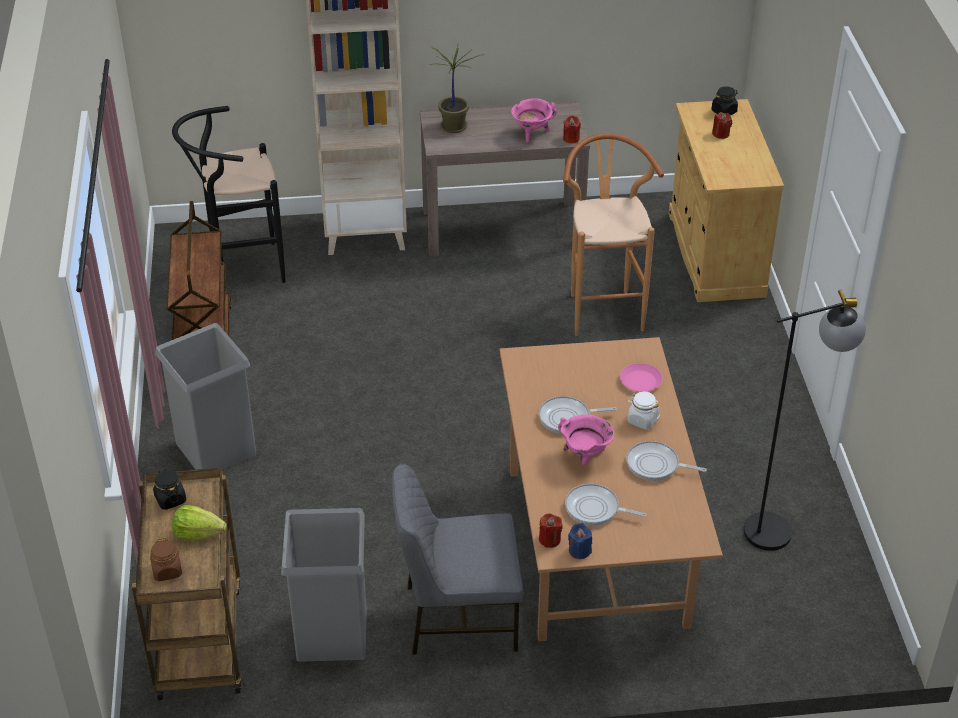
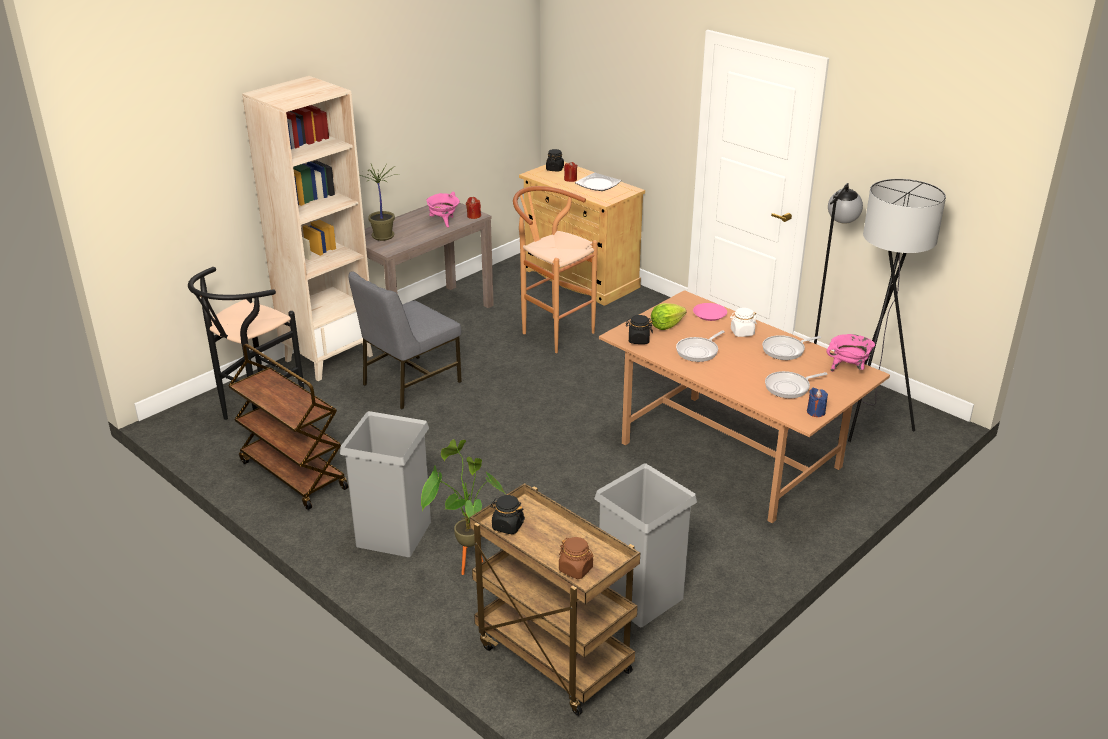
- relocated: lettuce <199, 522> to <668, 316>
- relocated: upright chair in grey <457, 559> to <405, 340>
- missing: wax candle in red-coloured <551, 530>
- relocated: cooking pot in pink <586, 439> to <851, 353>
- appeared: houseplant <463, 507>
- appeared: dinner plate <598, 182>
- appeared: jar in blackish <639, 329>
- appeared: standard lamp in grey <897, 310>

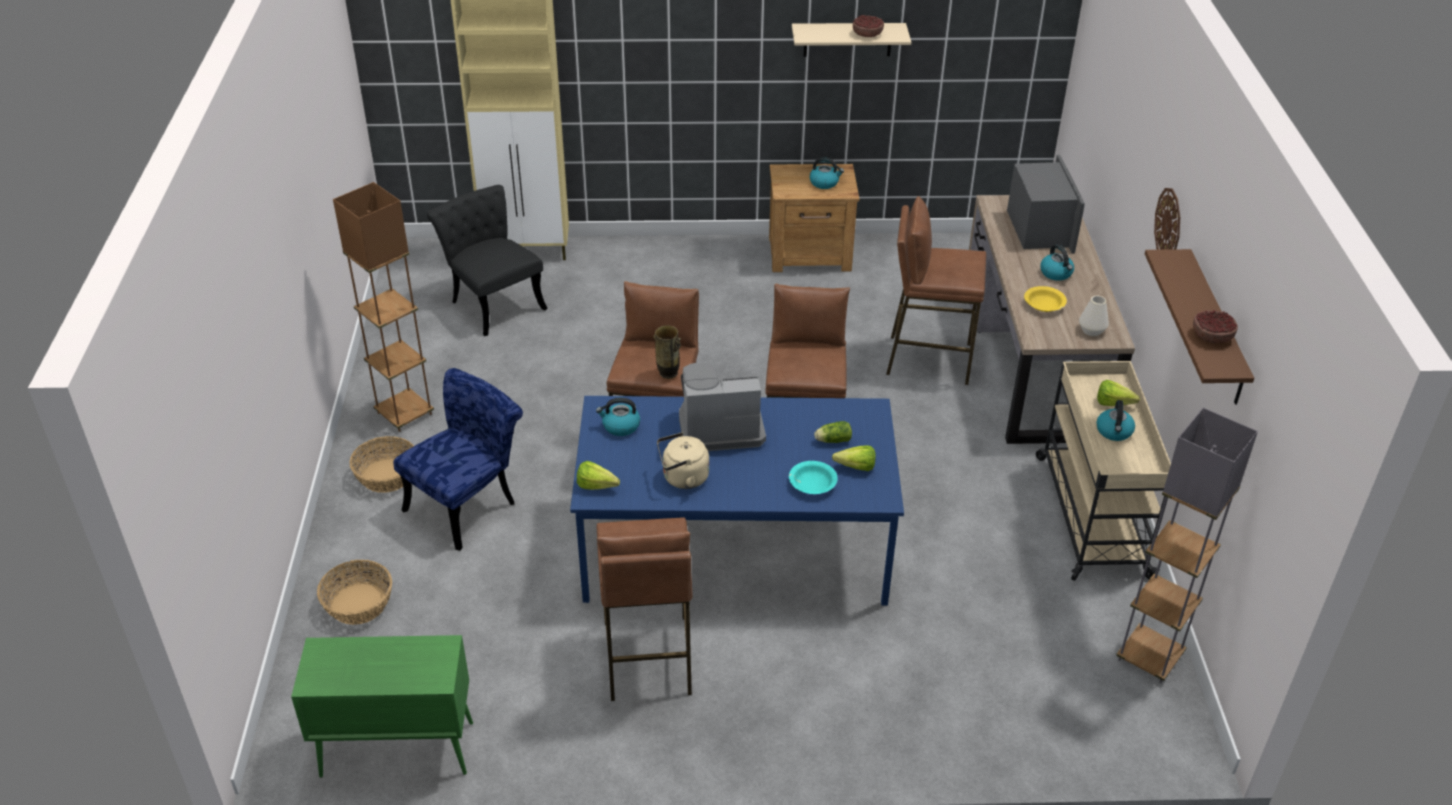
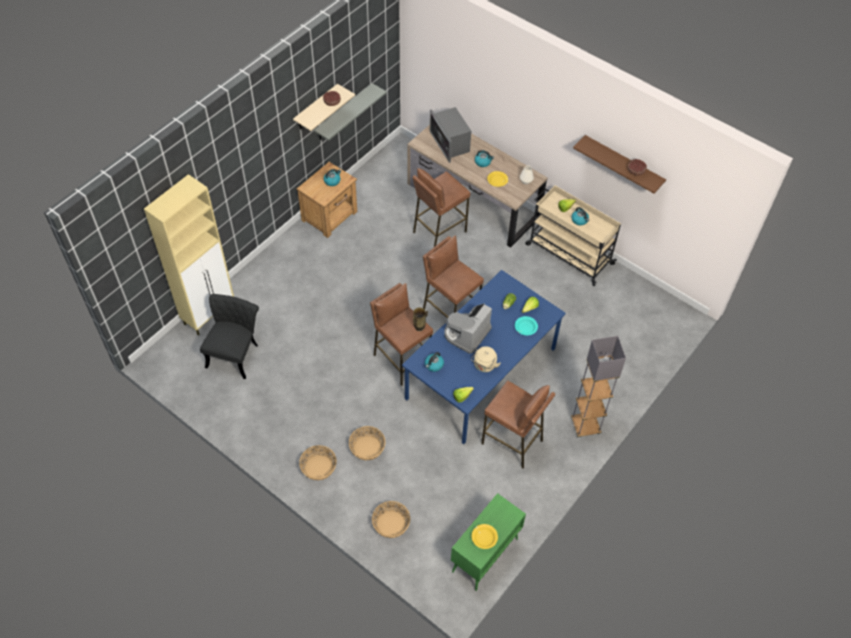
- missing: standard lamp in brownish <383, 307>
- exchanged: upright chair in blue-coloured <458, 459> to household basket <367, 443>
- spun: upright chair in blackish <487, 260> = <229, 336> 105 degrees clockwise
- spun: microwave oven <1046, 204> = <450, 135> 150 degrees counterclockwise
- relocated: standard lamp in grey <1187, 545> to <598, 387>
- missing: clock on the wall <1167, 219>
- appeared: shelf in grey <350, 112>
- appeared: bowl in yellowish <485, 536>

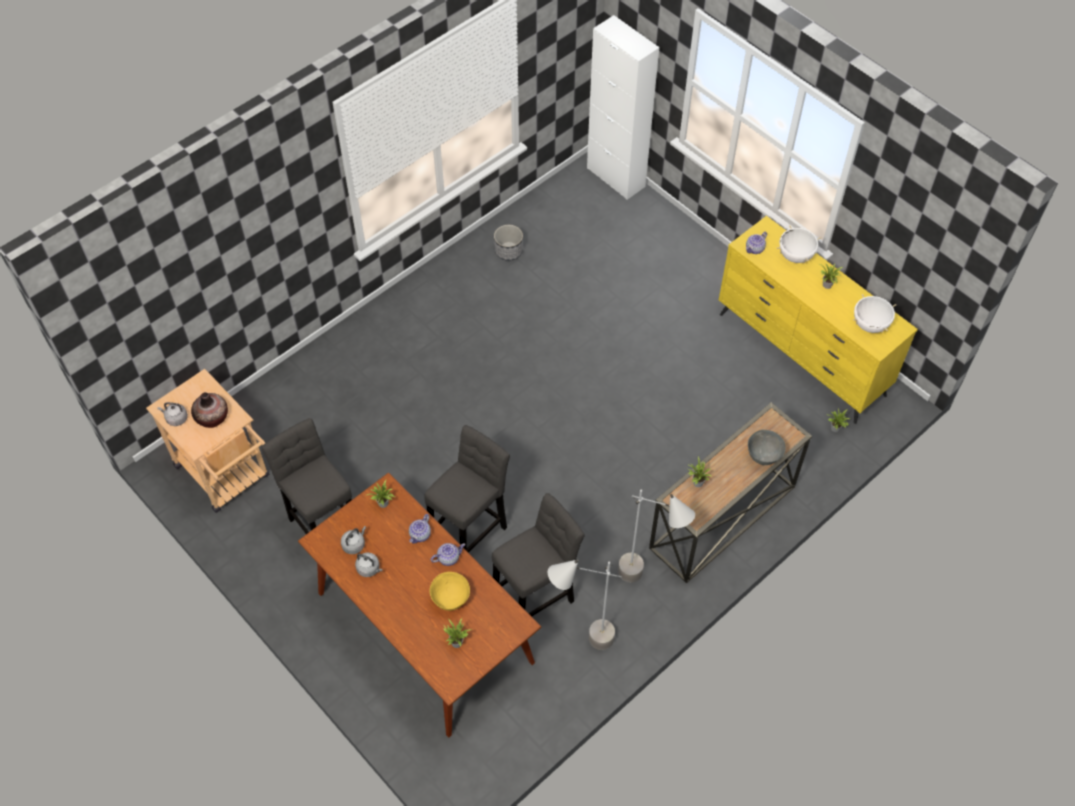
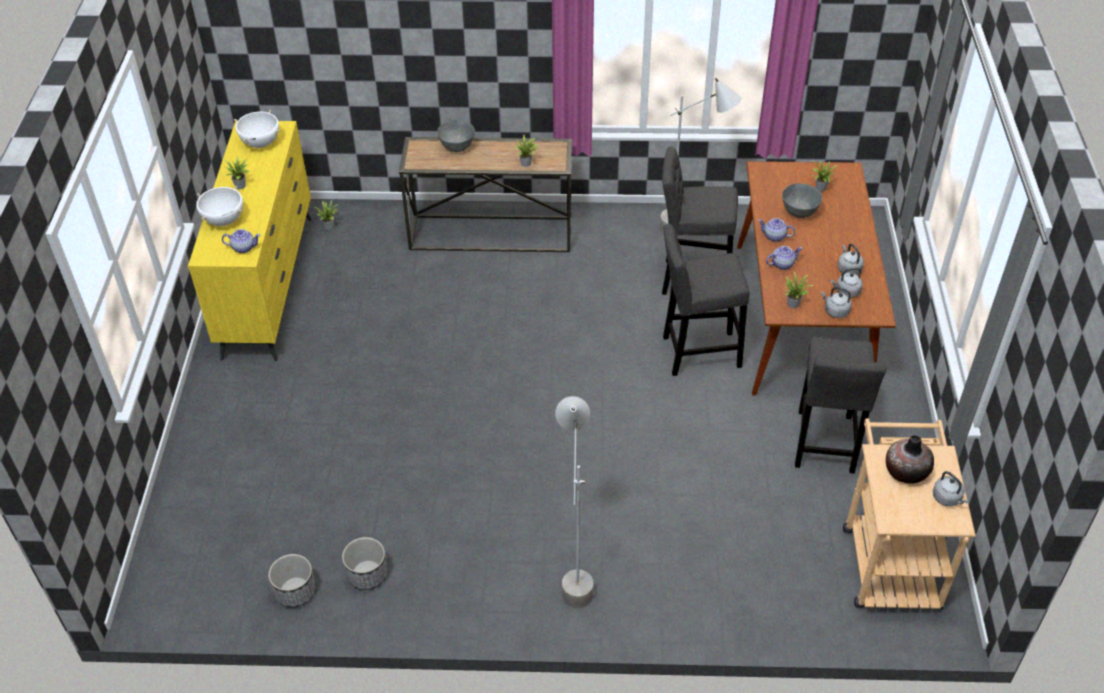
- colour: bowl in yellowish <450, 591> to bowl in grey <802, 200>
- missing: storage cabinet in white-coloured <623, 107>
- relocated: standard lamp in grey <656, 536> to <574, 502>
- appeared: plant pot <292, 581>
- appeared: tea kettle in grey <836, 302>

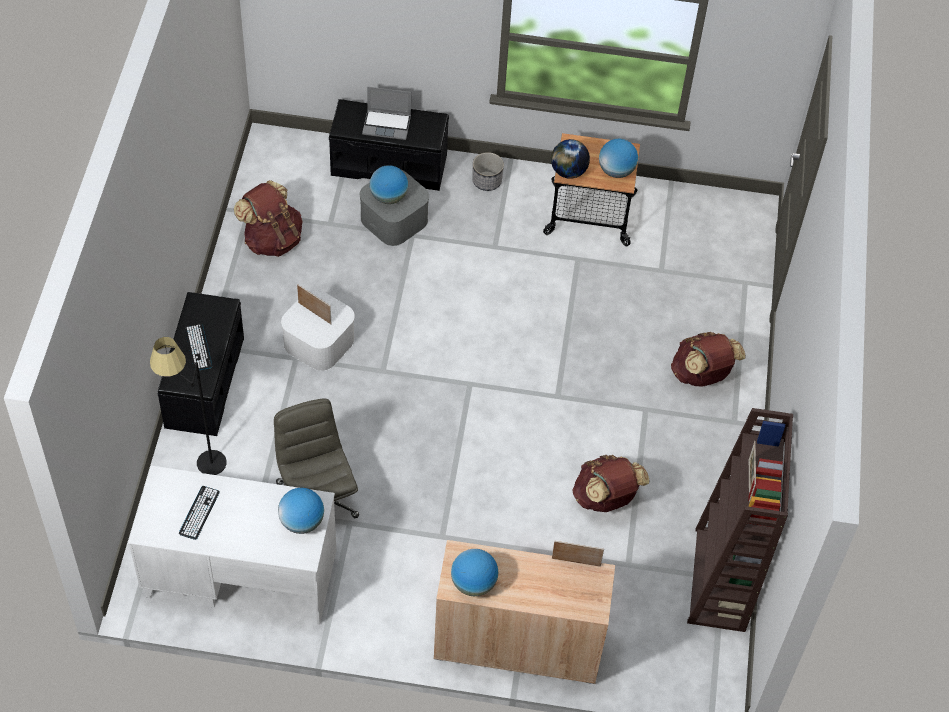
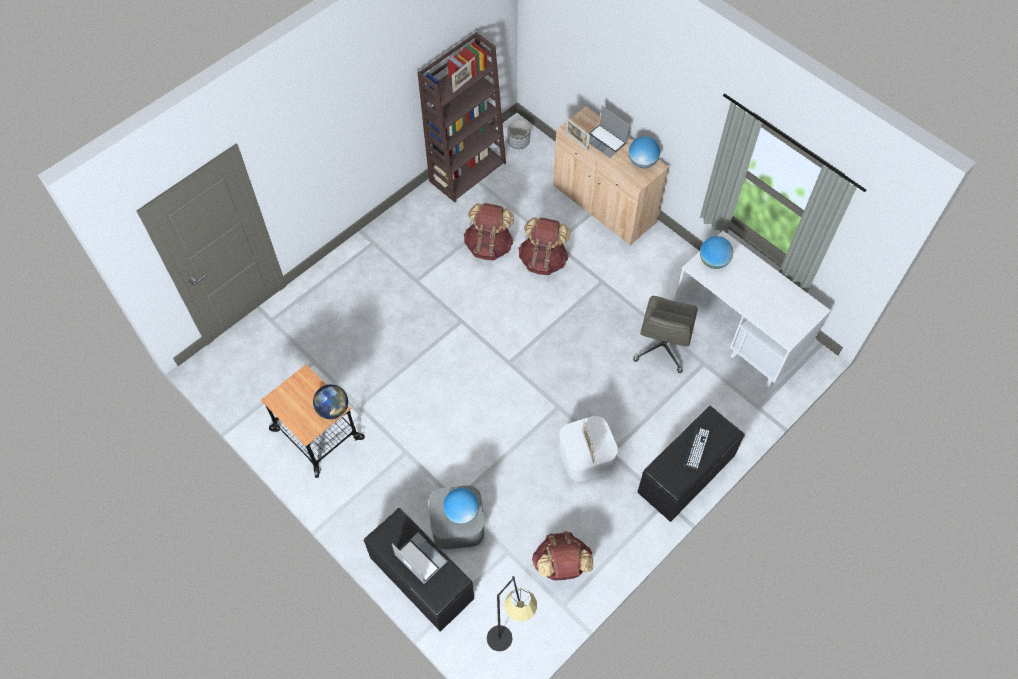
- relocated: standard lamp in blackish <188, 406> to <512, 613>
- missing: keyboard <199, 513>
- relocated: plant pot <488, 171> to <519, 134>
- missing: globe <618, 158>
- relocated: backpack in brownish <708, 359> to <544, 246>
- appeared: laptop <609, 132>

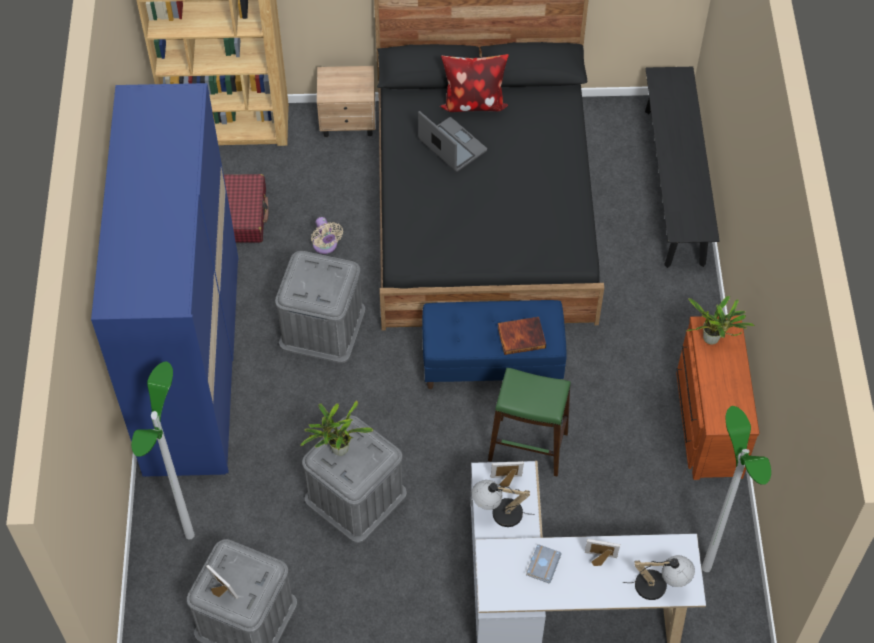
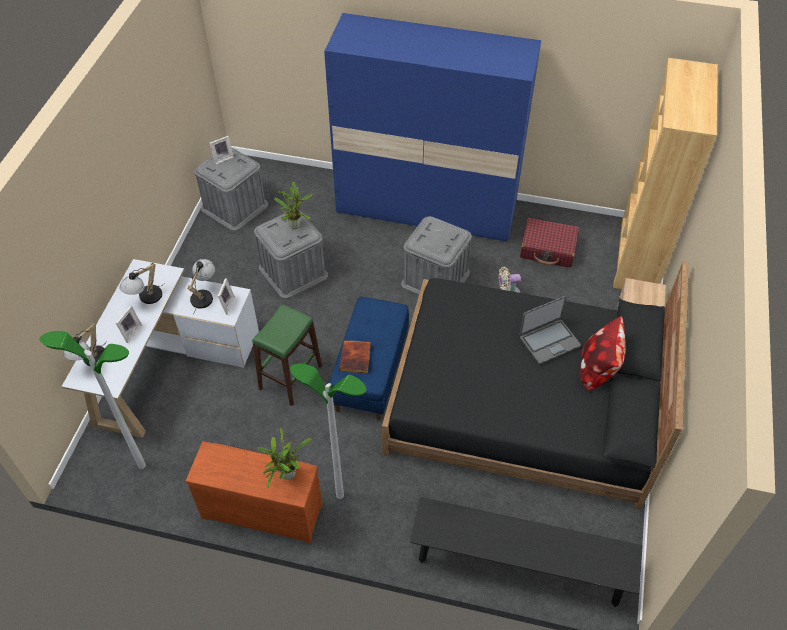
- relocated: standard lamp <163, 450> to <328, 431>
- exchanged: book in grey <544, 563> to table lamp <142, 283>

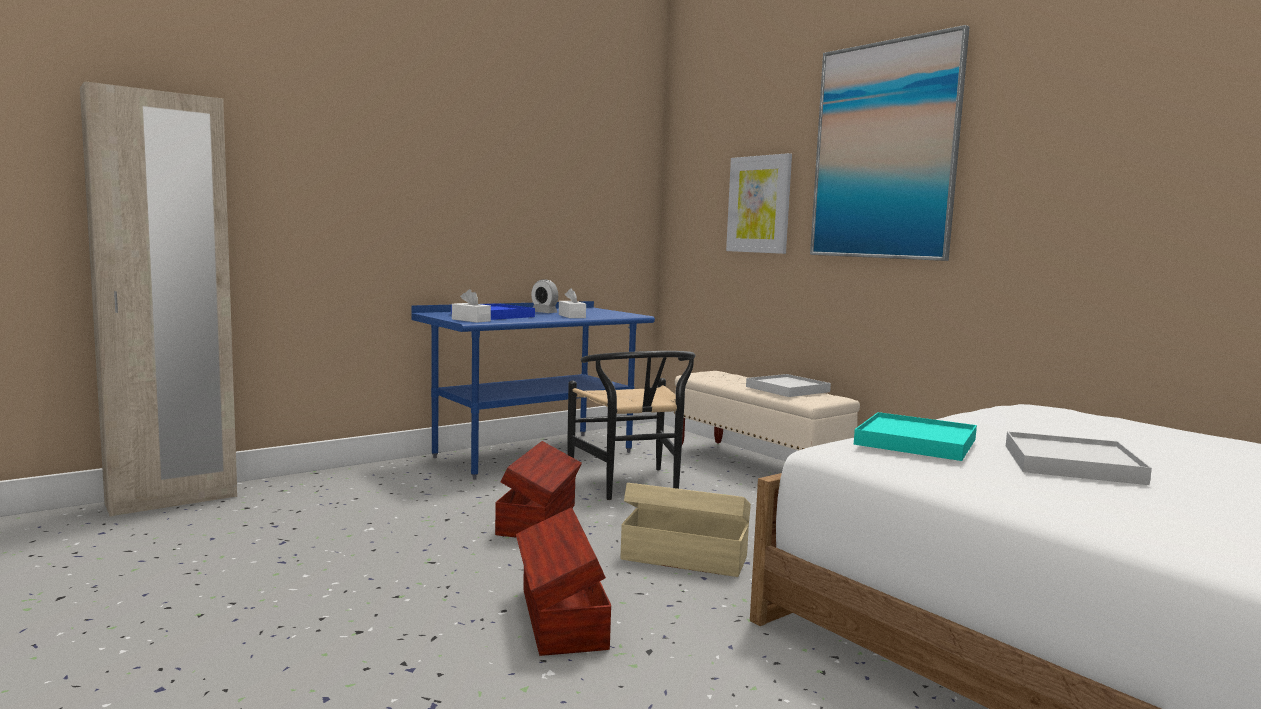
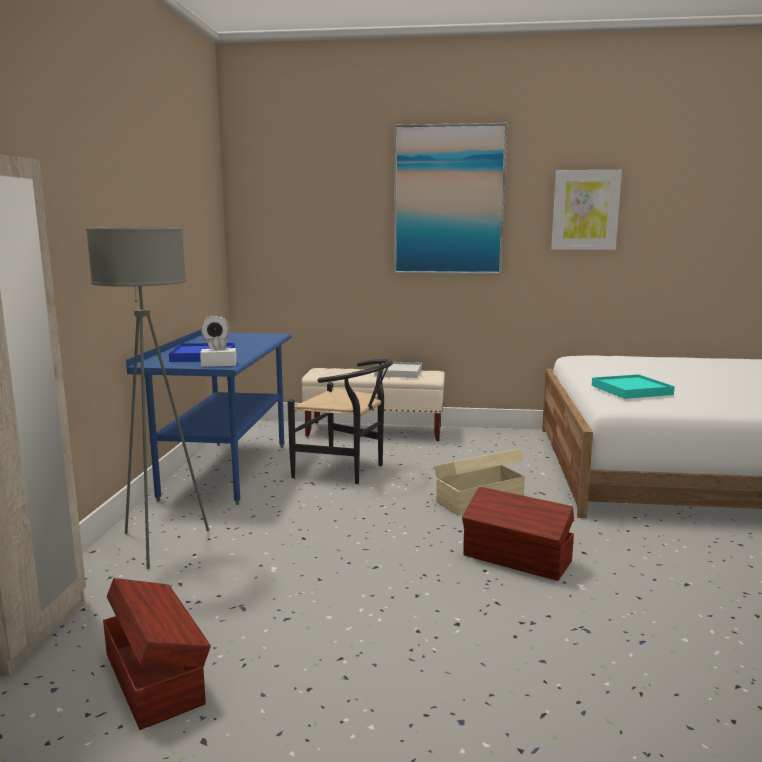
- relocated: storage container in brownish <538, 489> to <157, 654>
- missing: box of tissues in white-coloured <572, 303>
- relocated: wall art <759, 203> to <586, 210>
- missing: serving tray in white-coloured <1079, 458>
- appeared: standard lamp in grey <147, 398>

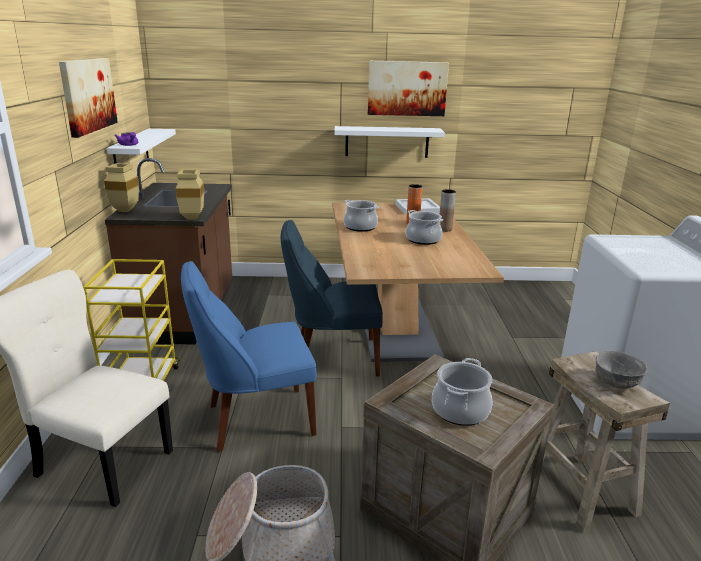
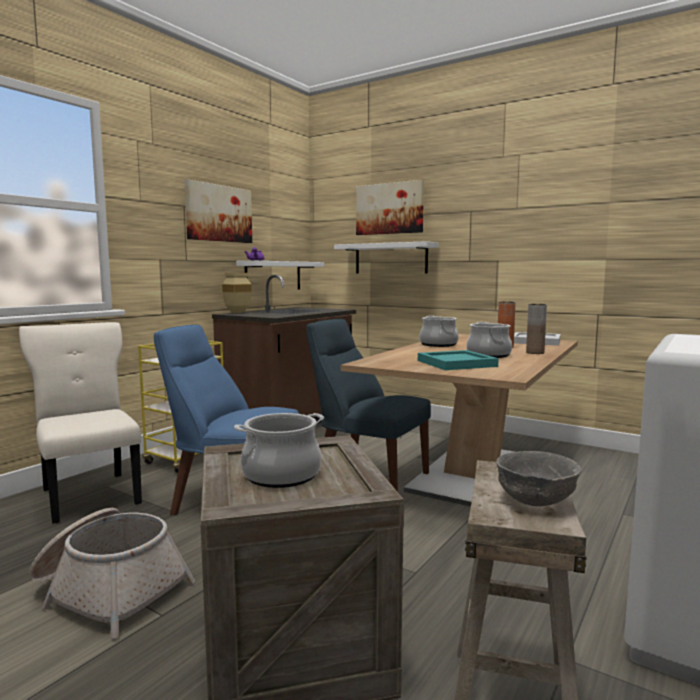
- missing: decorative vase in beige-coloured <189, 195>
- relocated: shelf in white-coloured <389, 142> to <386, 257>
- relocated: wall art <408, 88> to <390, 207>
- appeared: serving tray in turquoise-coloured <458, 360>

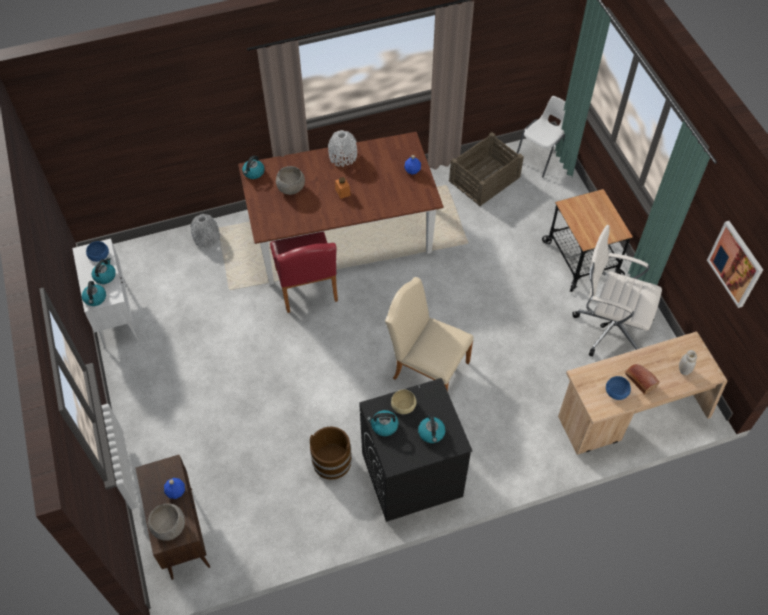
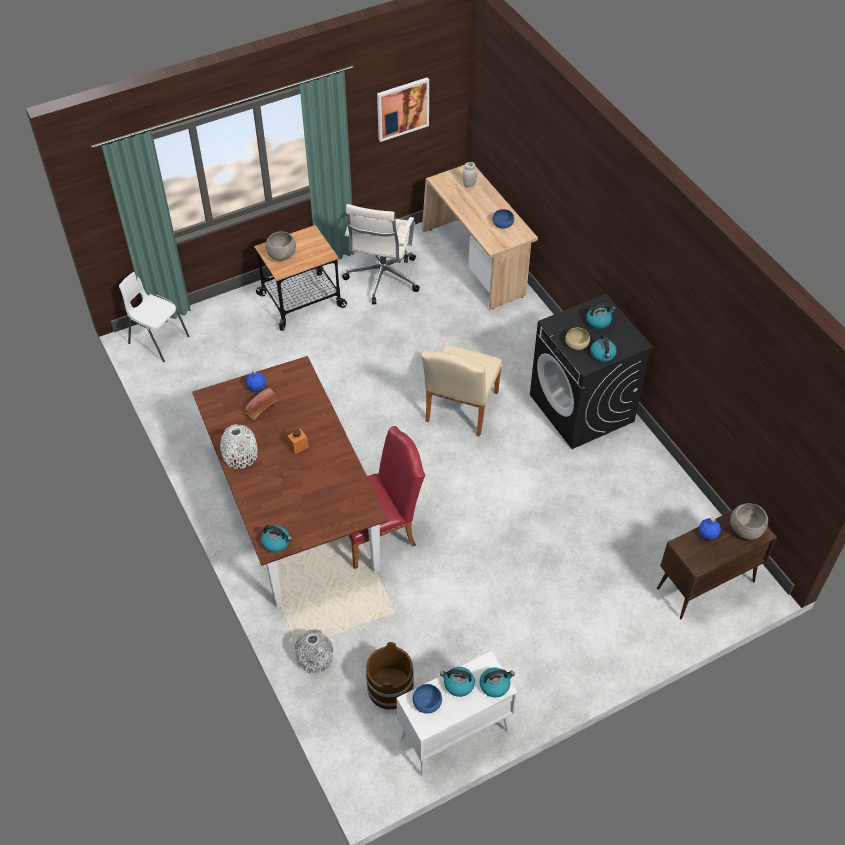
- relocated: bowl in grey <290, 180> to <281, 246>
- relocated: pail in brownish <331, 453> to <390, 675>
- missing: packing crate <486, 169>
- relocated: bakery bread <642, 379> to <261, 404>

